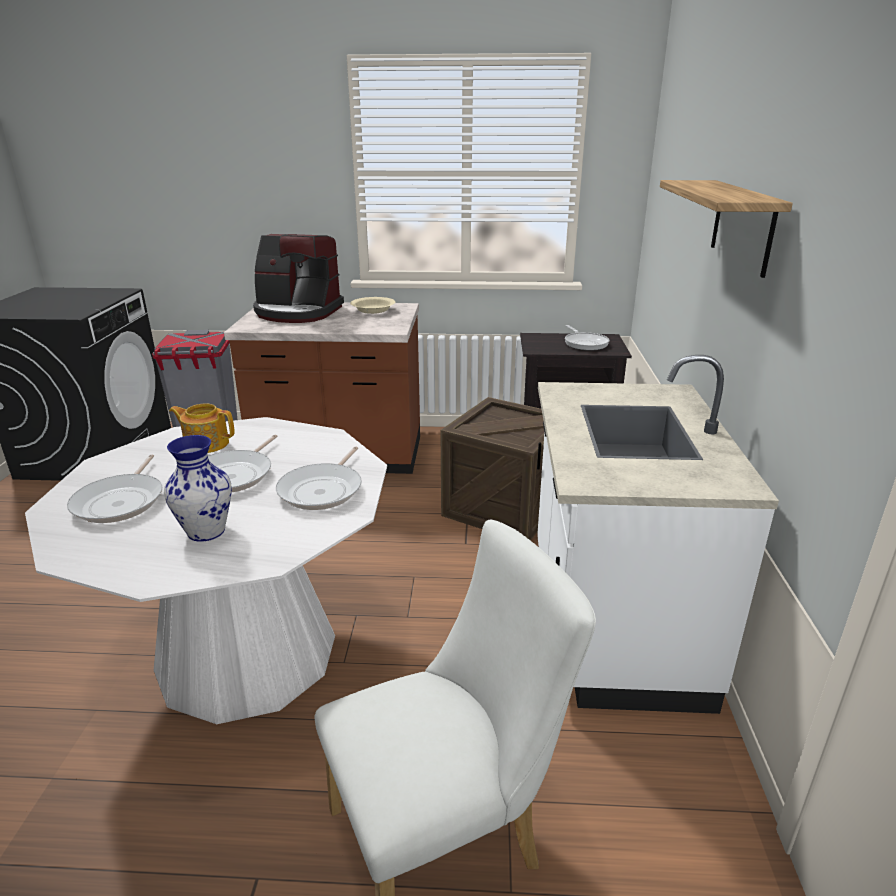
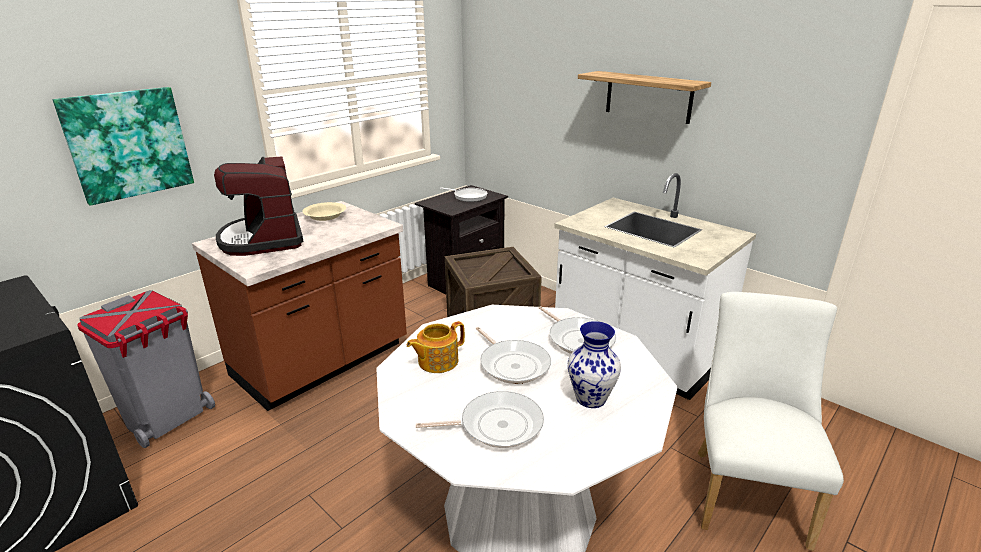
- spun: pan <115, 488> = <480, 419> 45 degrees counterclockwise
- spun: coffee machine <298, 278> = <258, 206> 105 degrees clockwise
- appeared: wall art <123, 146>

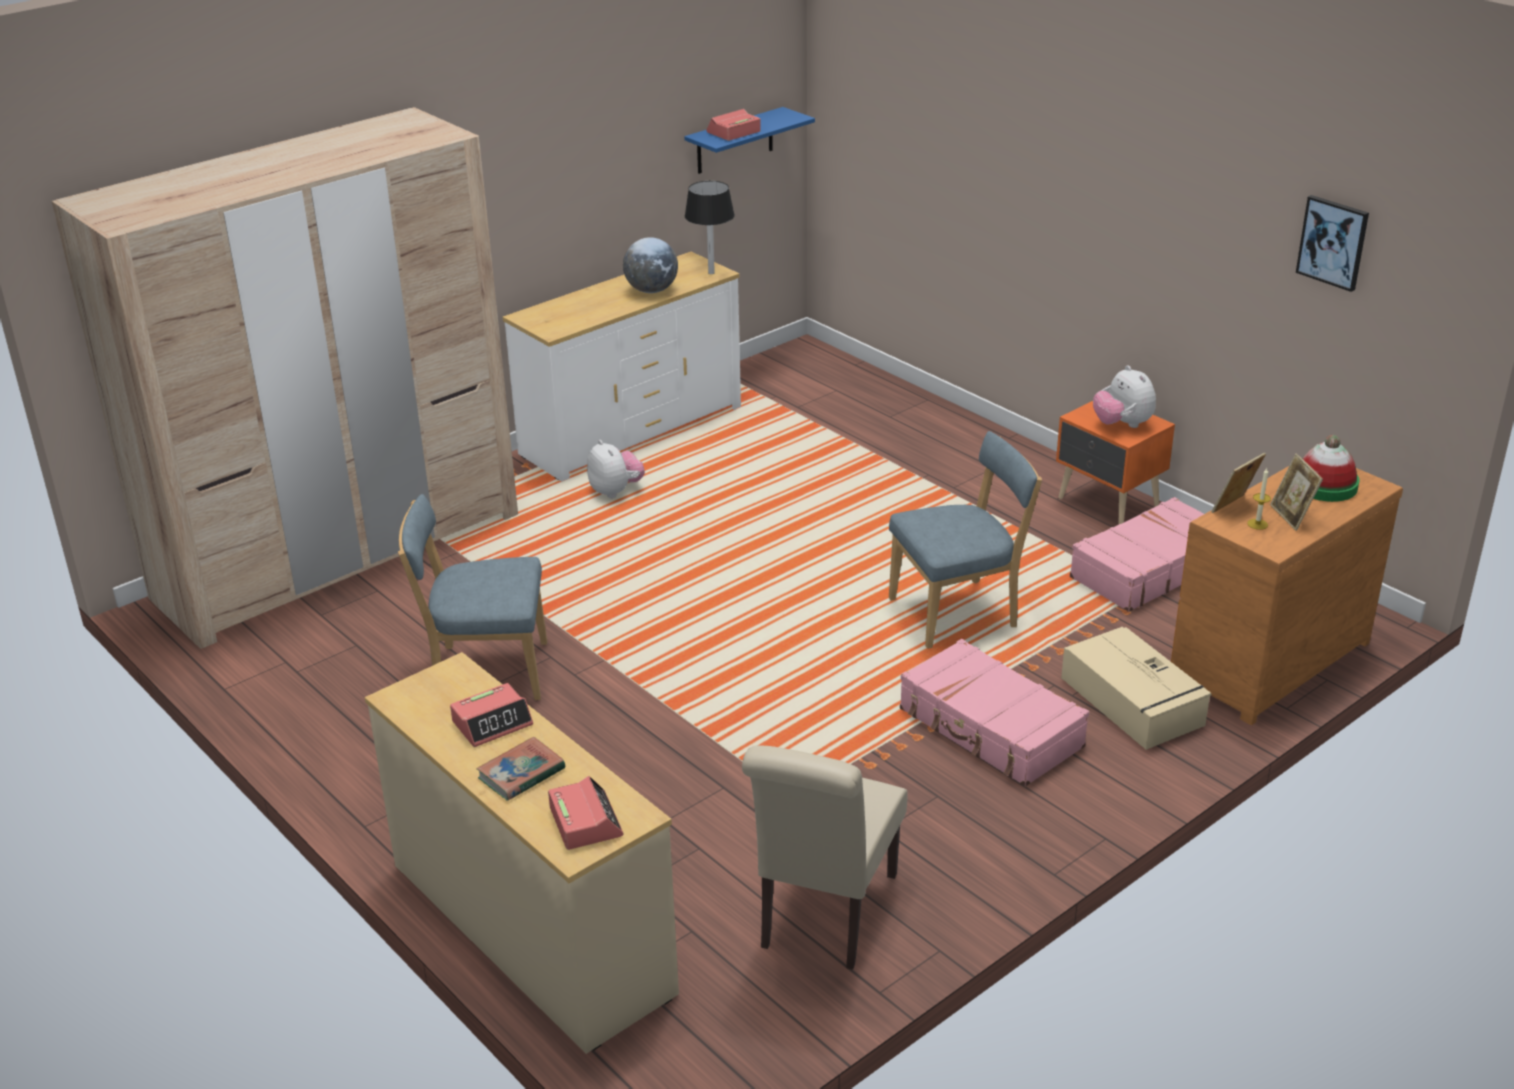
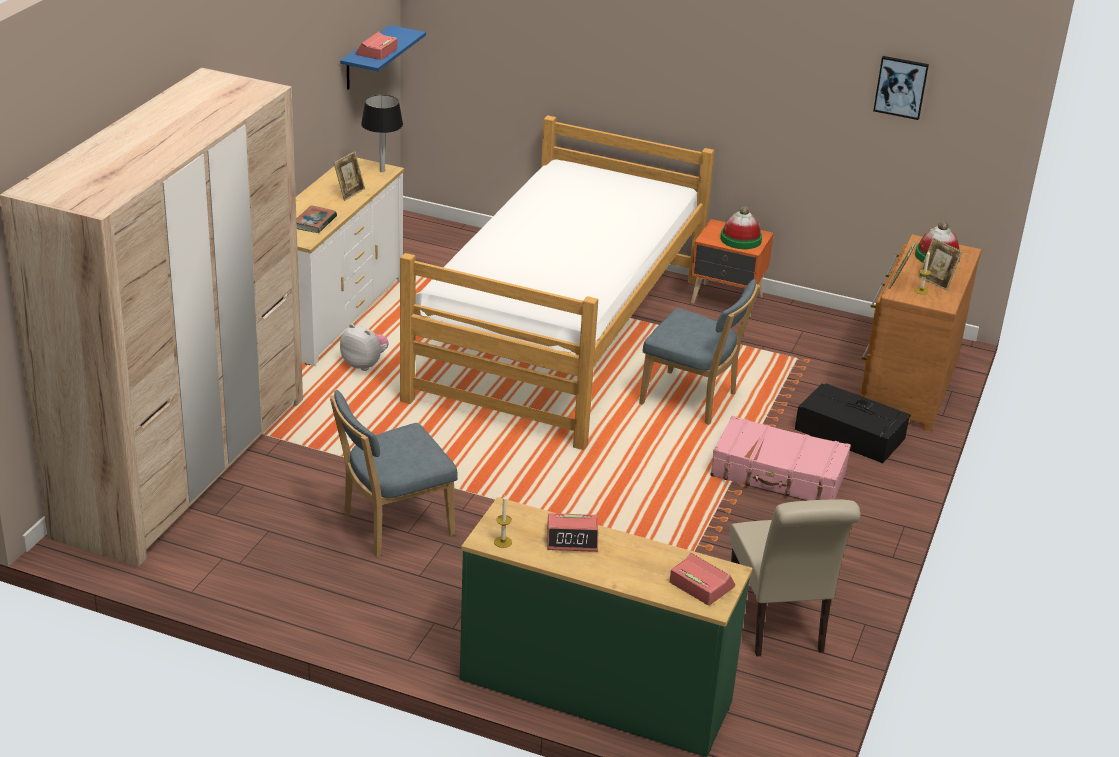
- colour: drawer chest in beige-coloured <522, 853> to drawer chest in green <606, 627>
- spun: alarm clock <491, 715> = <573, 532> 60 degrees clockwise
- relocated: book <520, 769> to <316, 219>
- exchanged: globe <650, 265> to picture frame <349, 176>
- spun: upright chair in blue-coloured <965, 540> = <699, 352> 75 degrees clockwise
- colour: storage container in beige-coloured <1136, 688> to storage container in blackish <853, 423>
- missing: piece of luggage in pink <1137, 554>
- exchanged: cuddly toy <1124, 396> to hat <741, 227>
- appeared: bed <557, 282>
- appeared: wax candle <503, 521>

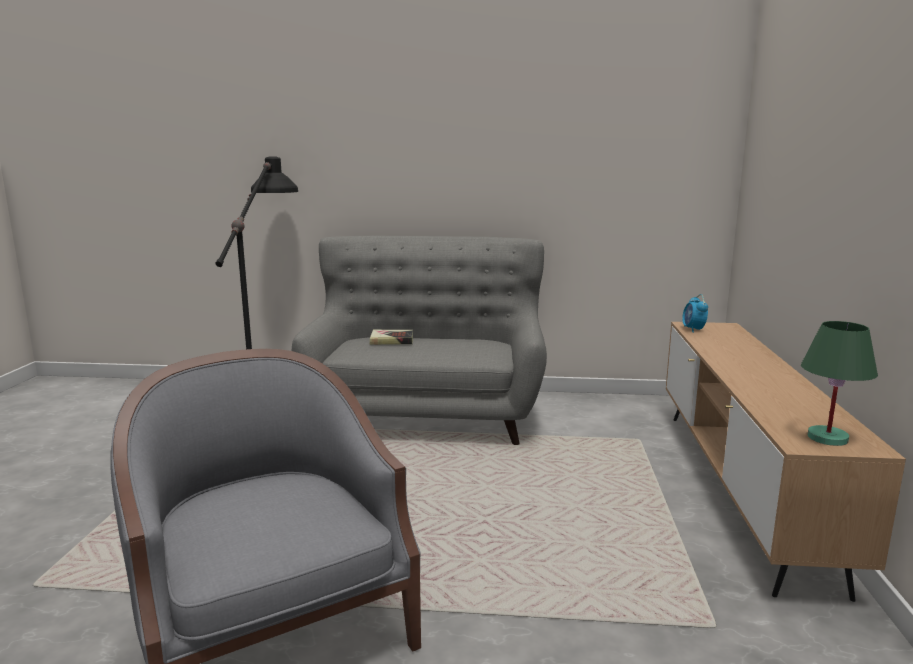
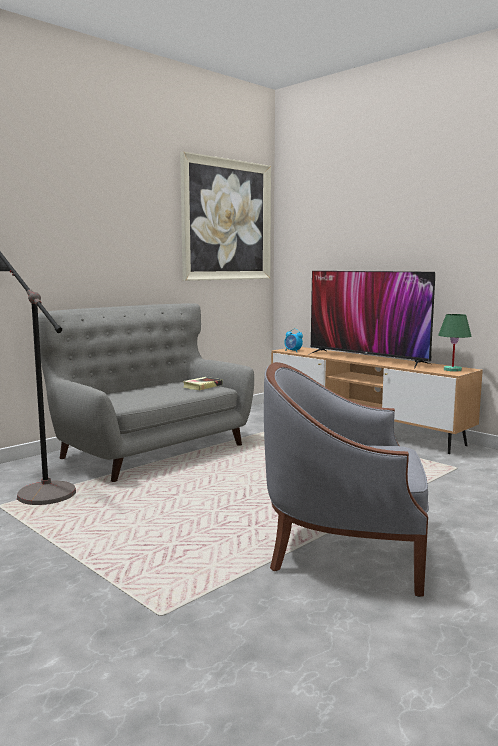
- relocated: book <391, 337> to <203, 383>
- appeared: wall art <225, 216>
- appeared: TV <371, 320>

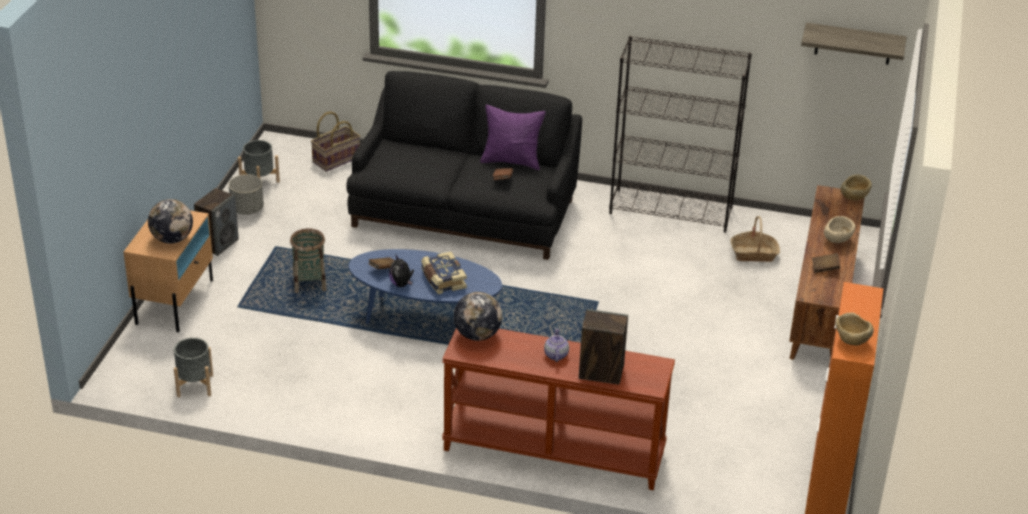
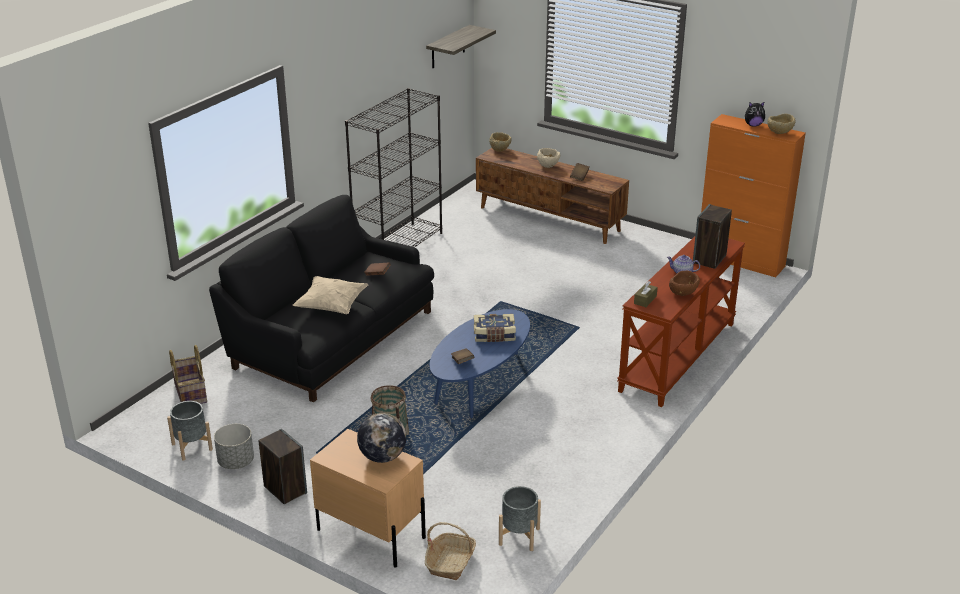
- relocated: cuddly toy <401, 271> to <755, 114>
- exchanged: globe <478, 316> to box of tissues in brownish <646, 294>
- missing: pillow in purplish <513, 137>
- relocated: household basket <755, 239> to <450, 551>
- appeared: pillow in beige-coloured <330, 295>
- appeared: bowl in brownish <684, 283>

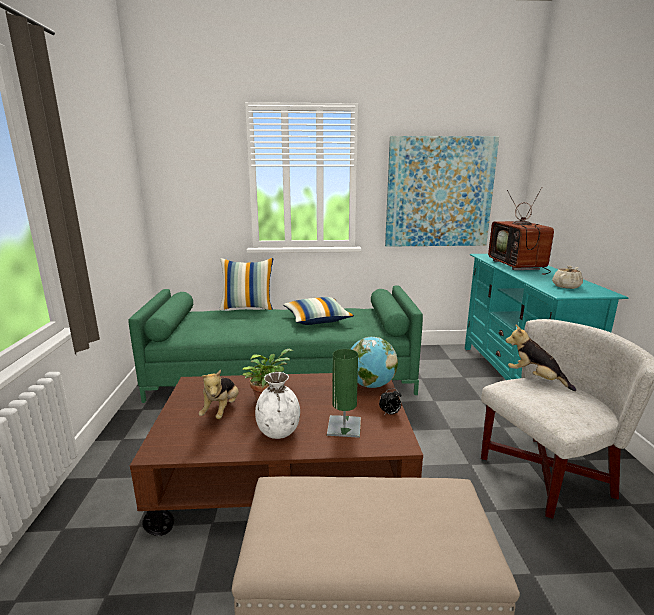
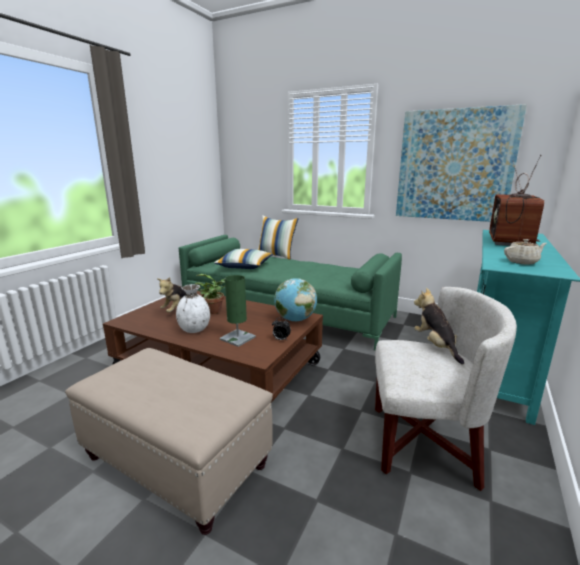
- relocated: pillow <318, 311> to <243, 259>

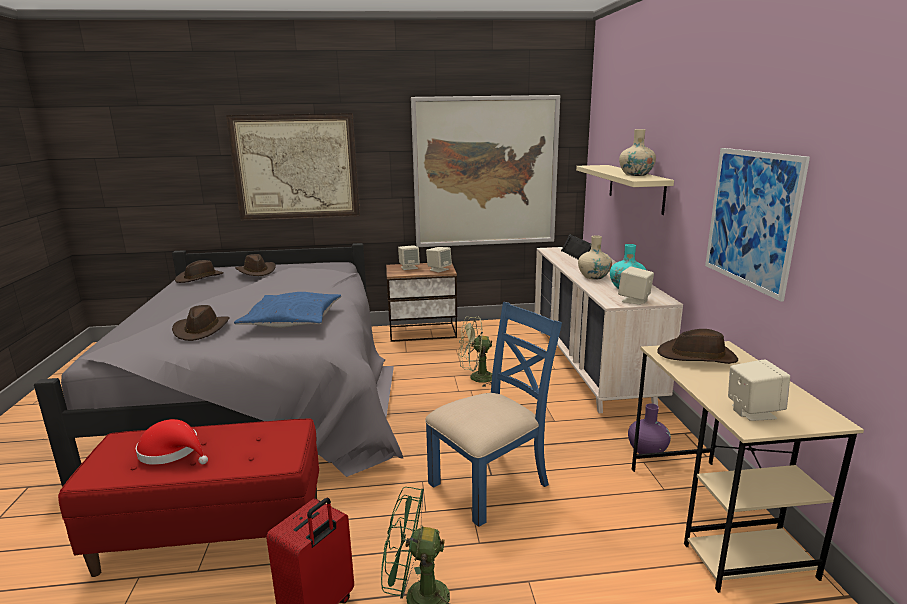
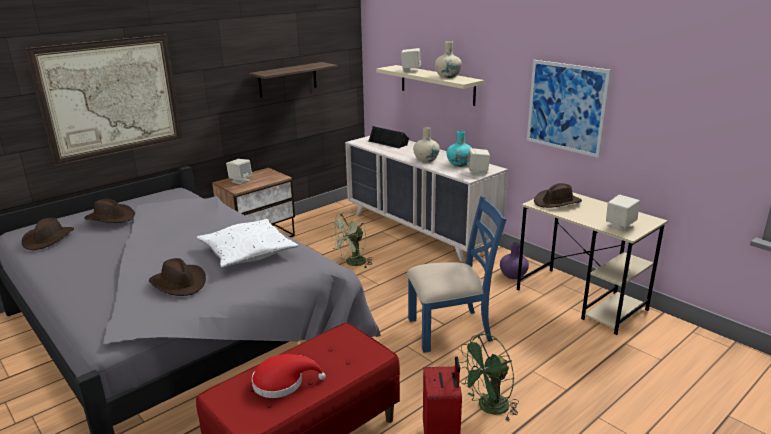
- colour: pillow in blue-coloured <287, 310> to pillow in white-coloured <247, 243>
- exchanged: wall art <485, 171> to shelf <293, 80>
- spun: upright chair in blue-coloured <493, 414> = <457, 274> 60 degrees clockwise
- relocated: speaker in beige-coloured <439, 260> to <411, 60>

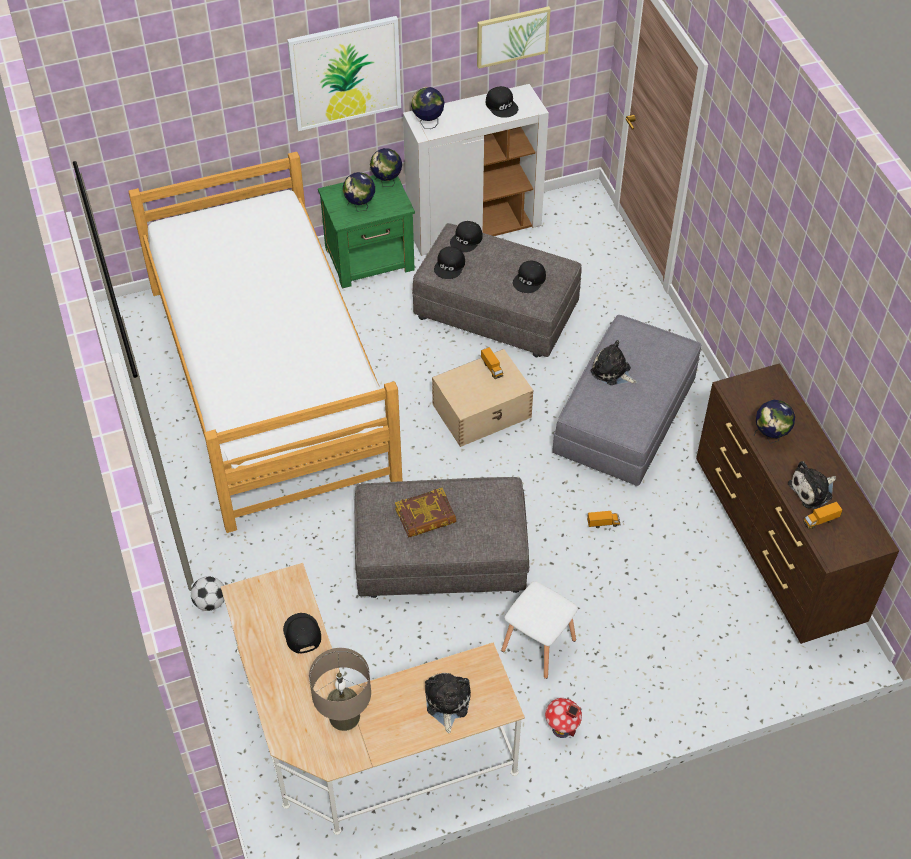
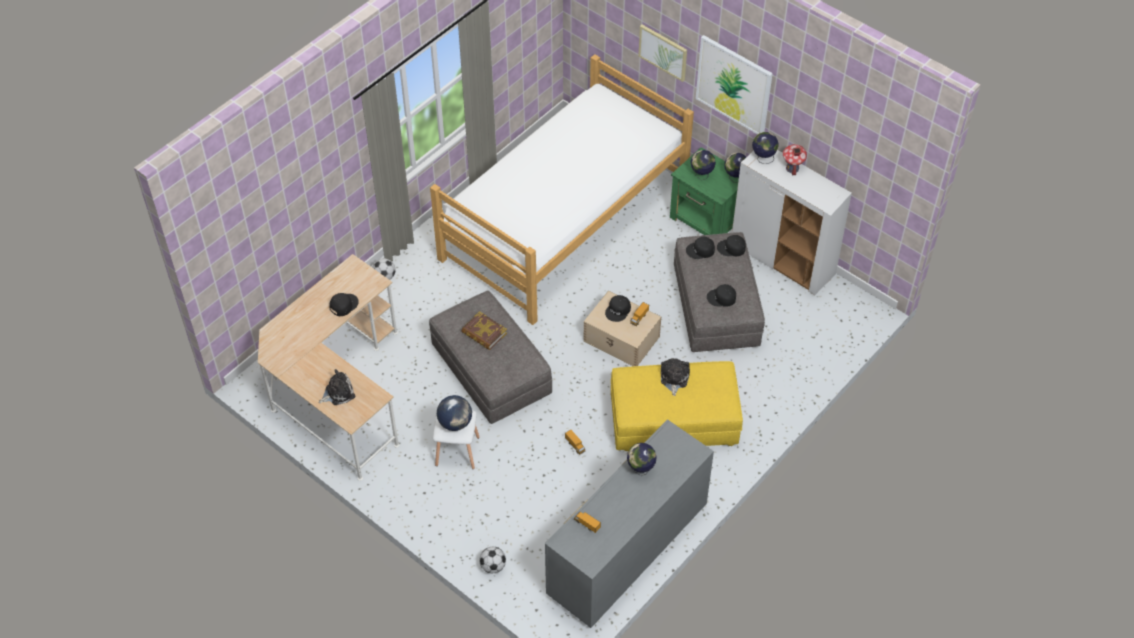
- missing: table lamp in beige-coloured <340, 689>
- relocated: wall art <514, 37> to <662, 53>
- relocated: peaked cap in blackish <502, 102> to <618, 308>
- relocated: miniature house <563, 718> to <795, 159>
- colour: pouffe in grey <627, 400> to pouffe in yellowish <677, 406>
- colour: drawer chest in brownish <797, 503> to drawer chest in grey <629, 523>
- missing: cuddly toy <812, 485>
- appeared: globe <454, 413>
- appeared: football ball <492, 560>

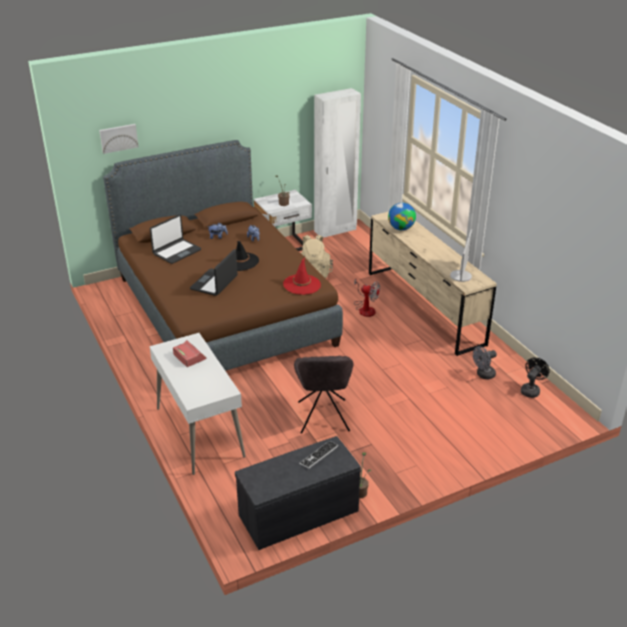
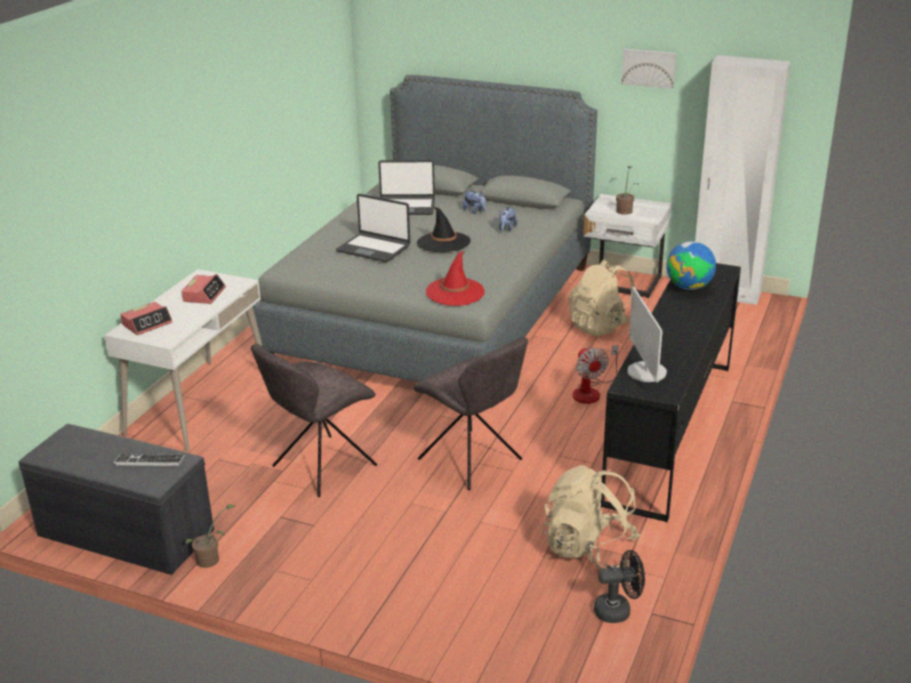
- relocated: wall art <118, 139> to <649, 69>
- colour: bed in brownish <223, 255> to bed in grey <425, 228>
- spun: laptop <214, 272> = <373, 228> 135 degrees counterclockwise
- colour: drawer chest in beige-coloured <433, 284> to drawer chest in blackish <671, 392>
- spun: monitor <461, 255> = <647, 334> 105 degrees clockwise
- exchanged: electric fan in grey <485, 362> to backpack in beige-coloured <591, 517>
- appeared: alarm clock <147, 318>
- appeared: upright chair in grey <470, 413>

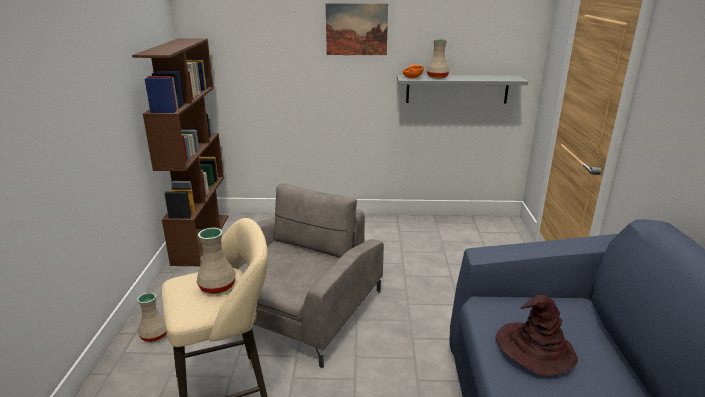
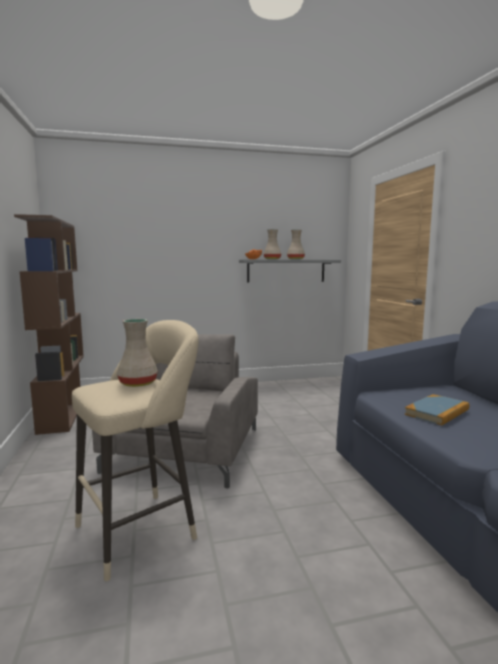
- relocated: decorative vase in beige-coloured <152, 317> to <296, 244>
- missing: wall art <357, 29>
- exchanged: hat in brownish <536, 335> to book <437, 410>

